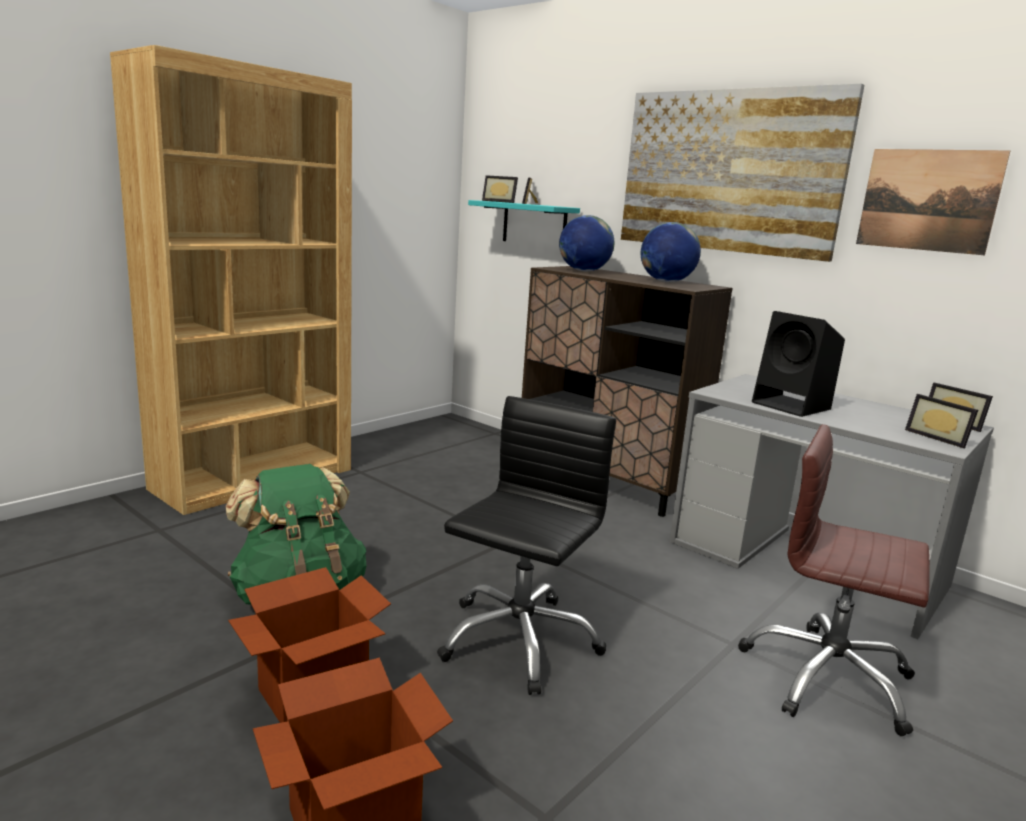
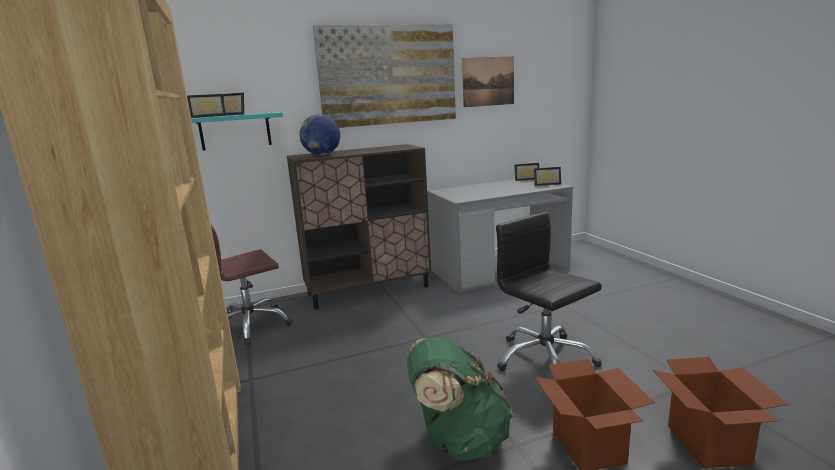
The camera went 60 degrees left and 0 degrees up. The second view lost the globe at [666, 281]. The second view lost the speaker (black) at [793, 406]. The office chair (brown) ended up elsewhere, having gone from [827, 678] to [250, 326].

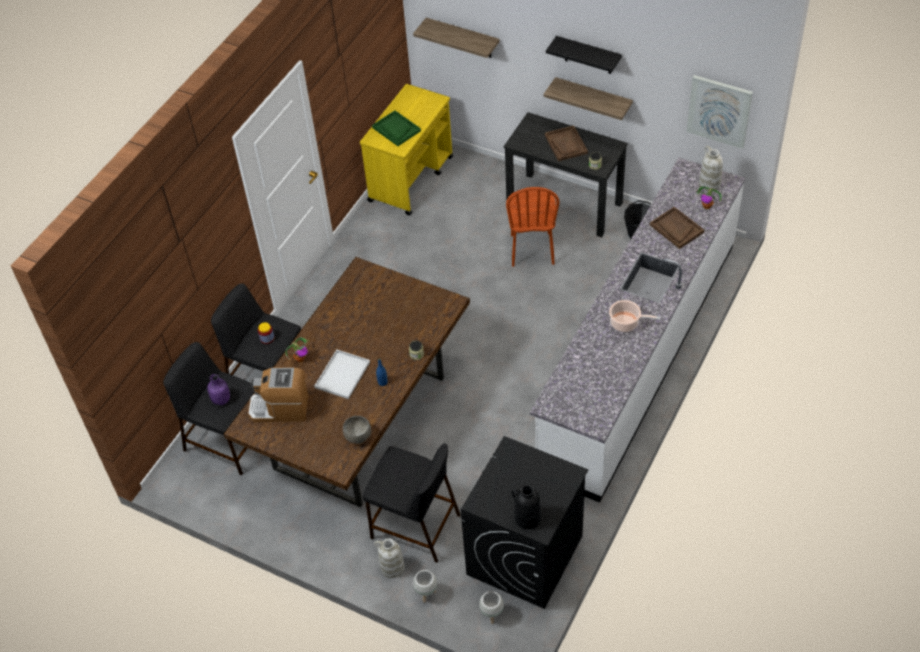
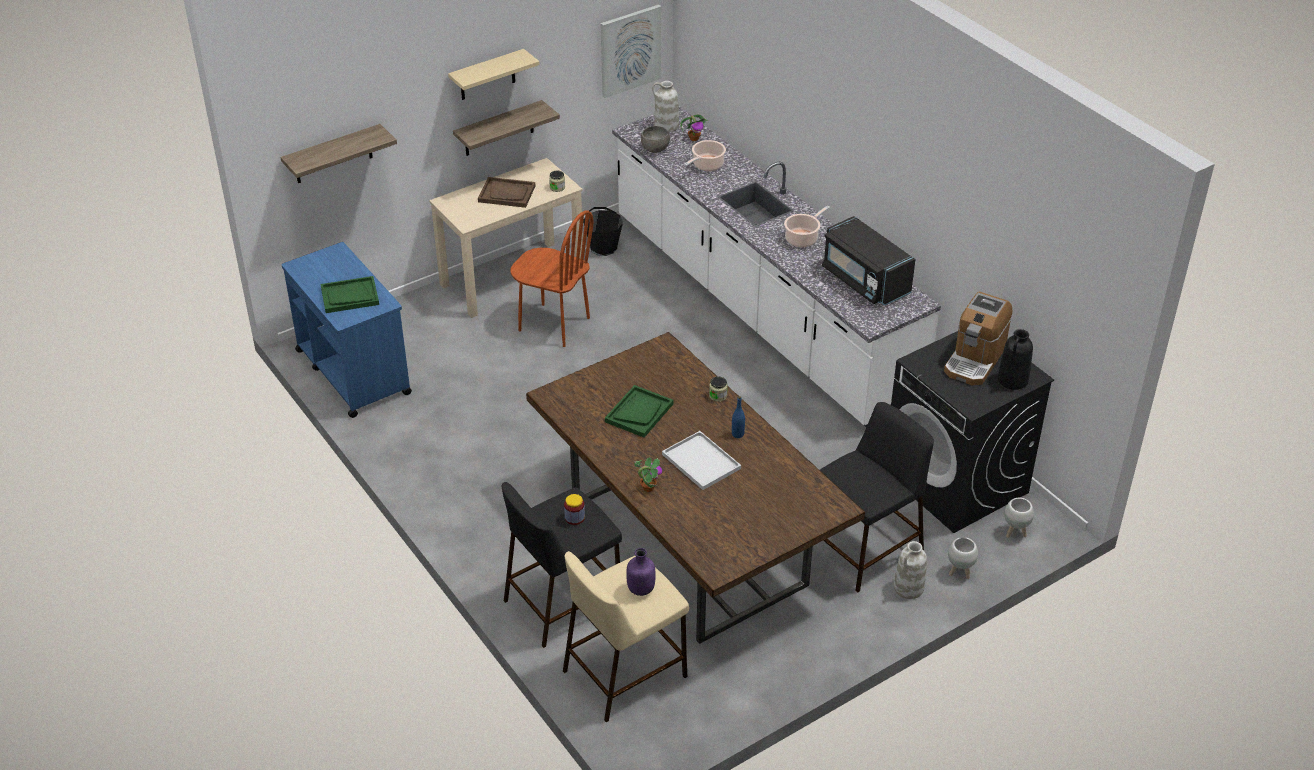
The camera went 65 degrees left and 10 degrees down. What was the shelf (black) at [588, 55] turned into the shelf (beige) at [487, 75]. What was the cart (yellow) at [411, 178] turned into the cart (blue) at [352, 371]. What was the desk (black) at [564, 204] turned into the desk (beige) at [512, 278]. Where the tray (brown) stood at [676, 229], the cooking pot came to stand at [706, 165]. What was the stool (black) at [228, 442] turned into the stool (beige) at [626, 672]. The coffee machine ended up elsewhere, having gone from [280, 408] to [974, 360]. The bowl (grey) ended up elsewhere, having gone from [358, 436] to [655, 149]. The second view gained the microwave (black) at [864, 280]. The second view gained the tray (green) at [639, 413].

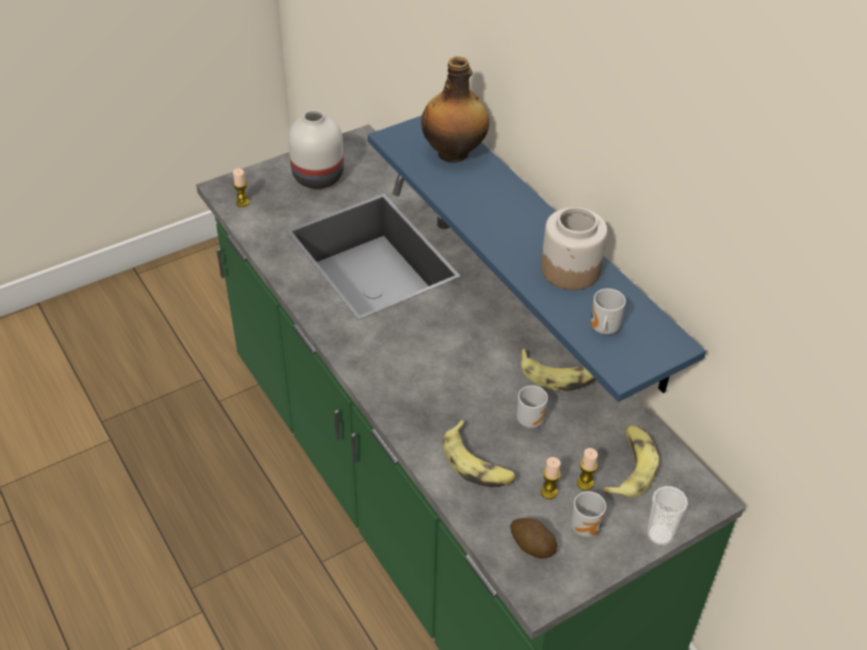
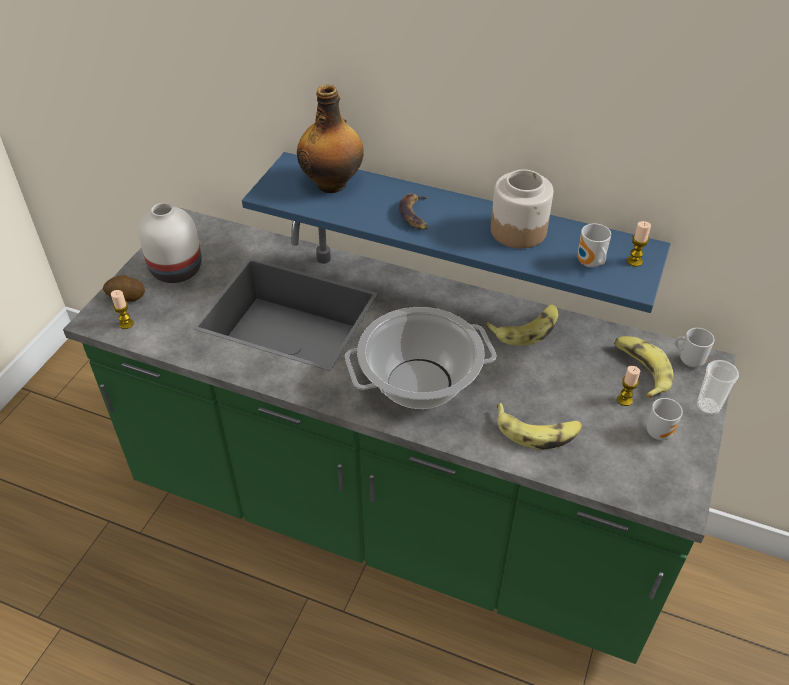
The camera went 35 degrees left and 0 degrees up. The mug ended up elsewhere, having gone from [530, 419] to [689, 360]. The candle ended up elsewhere, having gone from [549, 492] to [634, 261]. The potato ended up elsewhere, having gone from [531, 546] to [126, 297]. The second view gained the banana at [415, 215]. The second view gained the cooking pot at [420, 383].

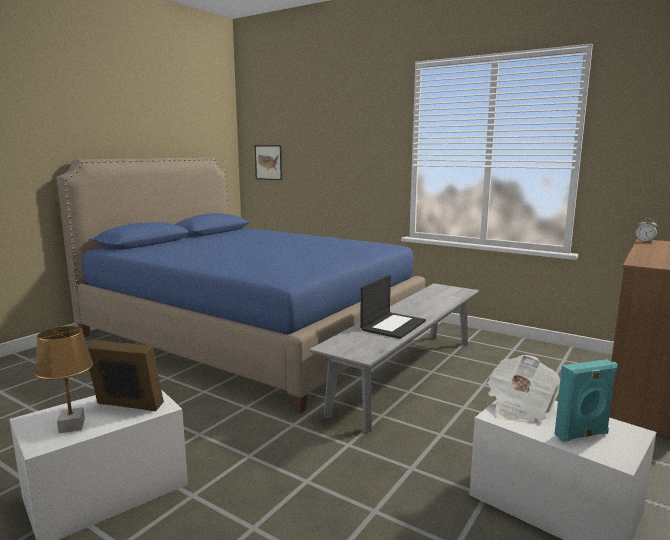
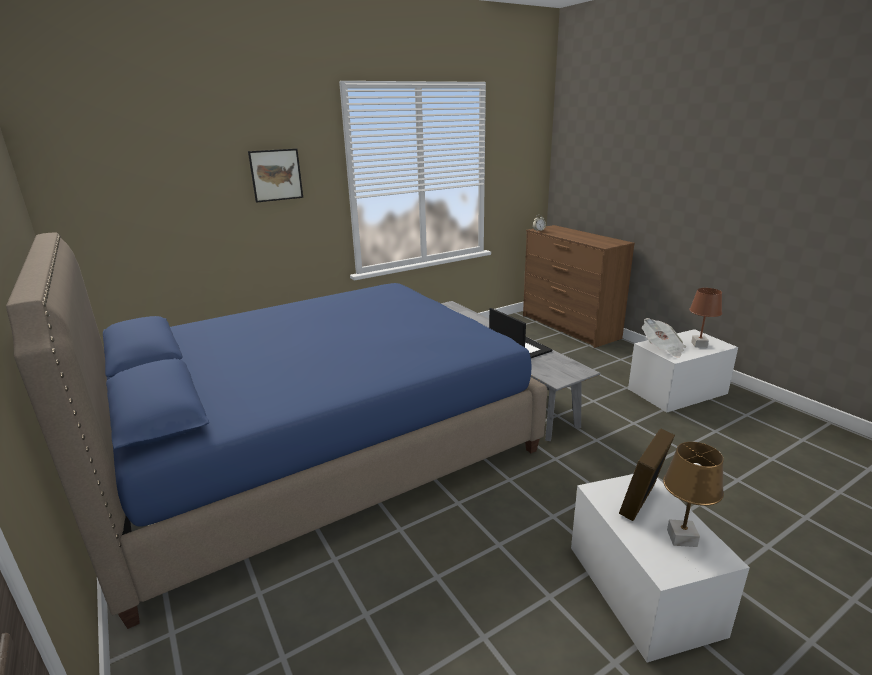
The camera went 65 degrees left and 10 degrees up. The picture ended up elsewhere, having gone from [268, 162] to [276, 175]. Where the speaker (turquoise) stood at [582, 435], the table lamp (brown) came to stand at [698, 344].

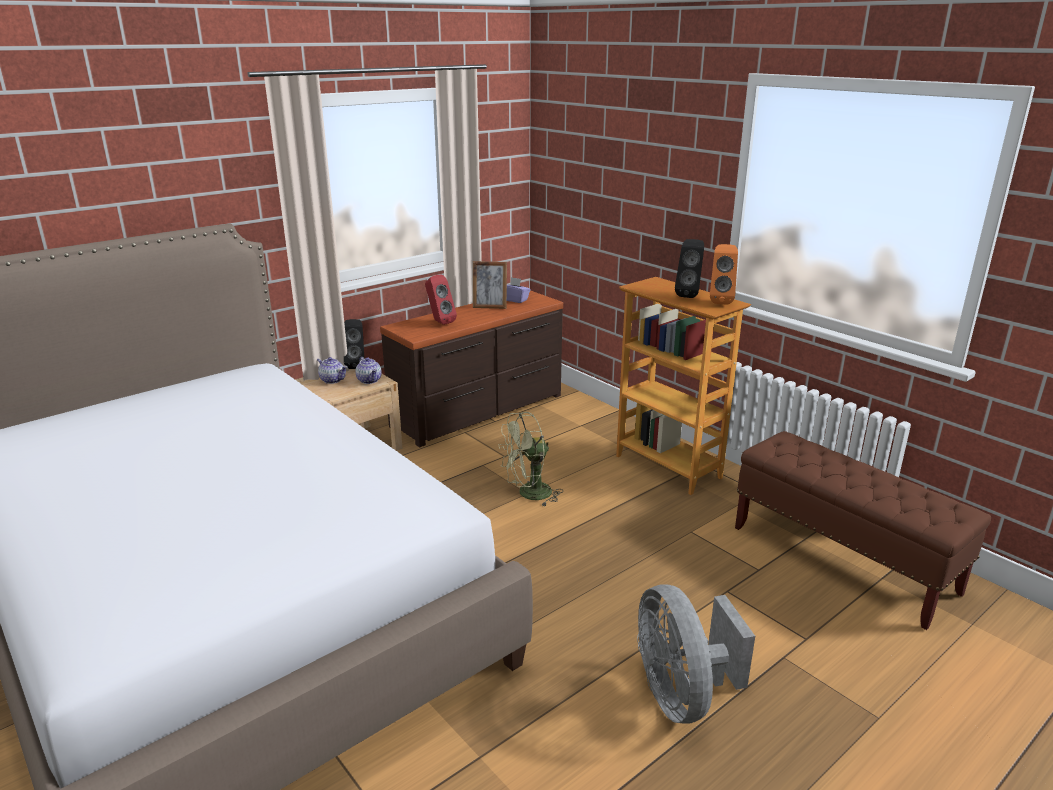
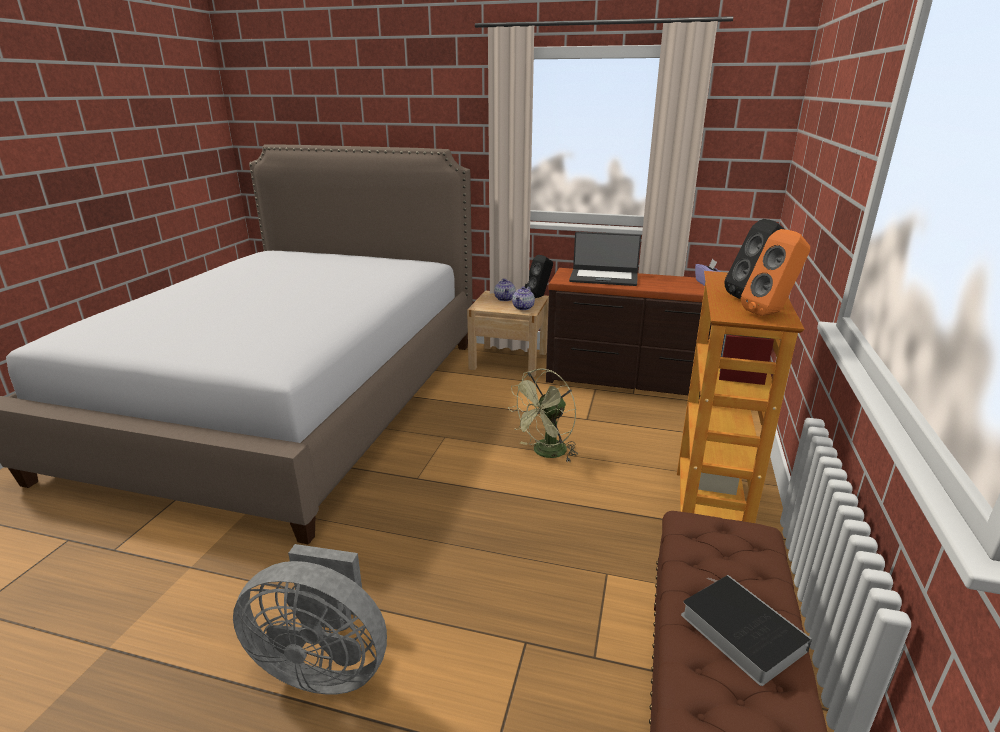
The camera went 55 degrees right and 0 degrees up. The second view lost the picture frame at [490, 306]. Where the speaker (red) stood at [439, 322], the laptop came to stand at [603, 278]. The fan (green) at [528, 494] ended up facing another way, 75 degrees counterclockwise from before. The fan (grey) at [681, 695] ended up facing another way, 120 degrees counterclockwise from before. The second view gained the book at [738, 630].

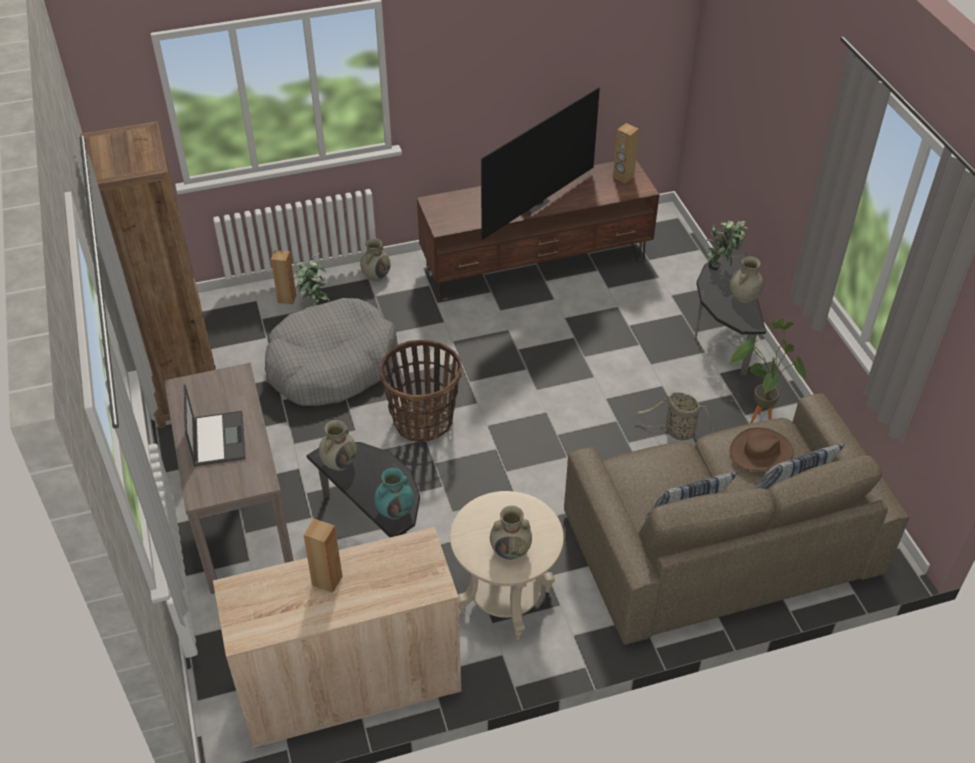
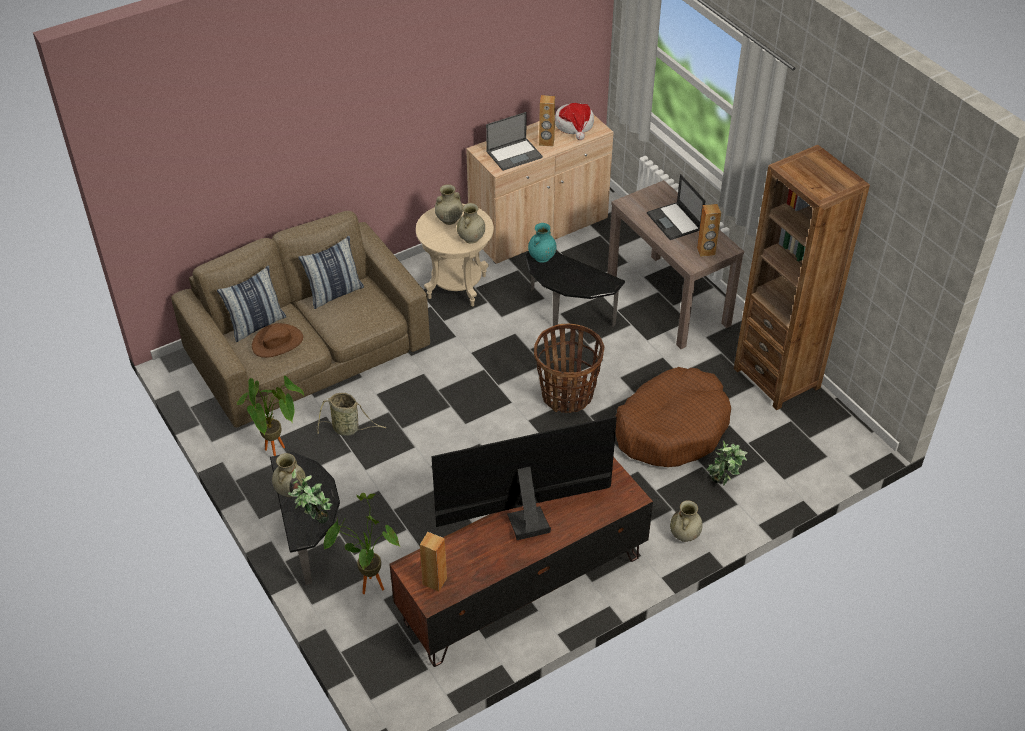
The camera went 165 degrees right and 0 degrees up. The television at [532, 203] ended up facing another way, 45 degrees clockwise from before. The speaker (brown) ended up elsewhere, having gone from [287, 298] to [706, 251]. What was the dog bed (grey) at [331, 365] turned into the dog bed (brown) at [671, 428]. The vase (beige) ended up elsewhere, having gone from [339, 462] to [471, 238]. The second view gained the hat at [574, 125]. The second view gained the laptop at [514, 154]. The second view gained the potted plant at [367, 584].

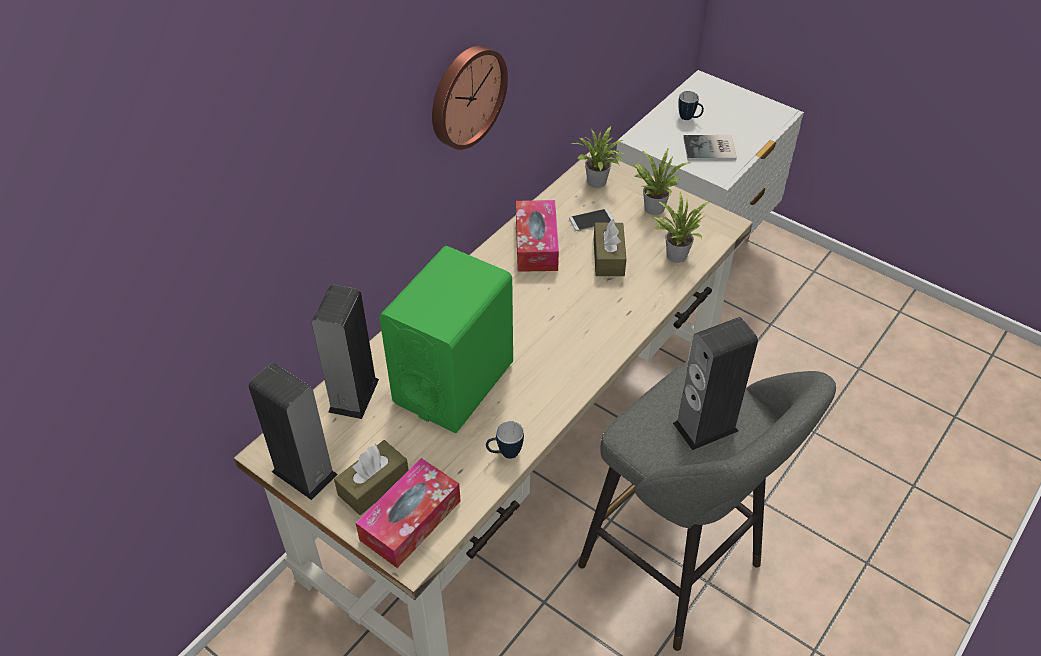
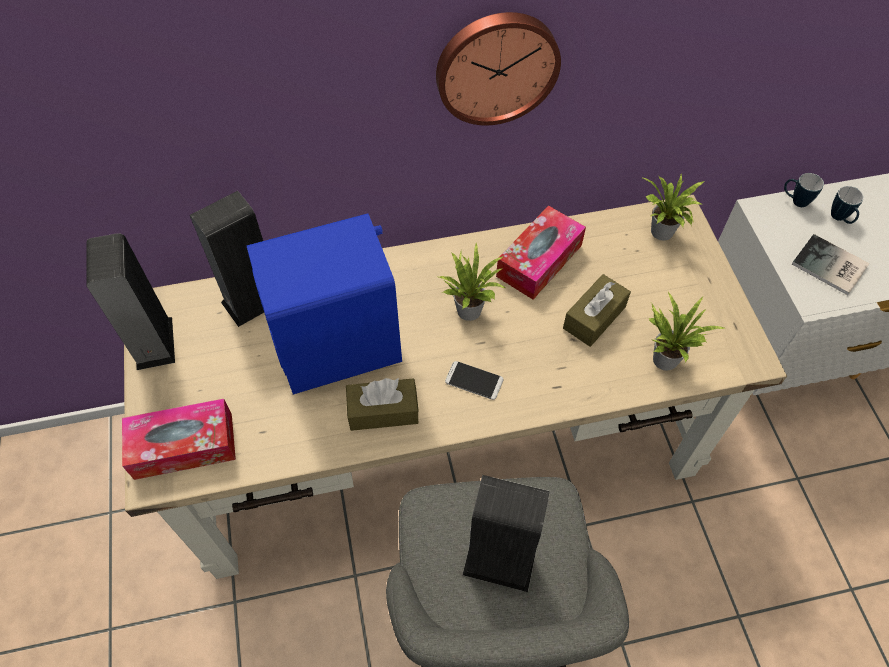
The camera went 40 degrees right and 10 degrees up. The potted plant ended up elsewhere, having gone from [653, 207] to [470, 308]. The phone ended up elsewhere, having gone from [591, 220] to [474, 380]. What was the speaker (green) at [454, 382] turned into the speaker (blue) at [338, 346]. The mug ended up elsewhere, having gone from [504, 453] to [795, 201]. The tissue box (brown) ended up elsewhere, having gone from [373, 485] to [383, 411].

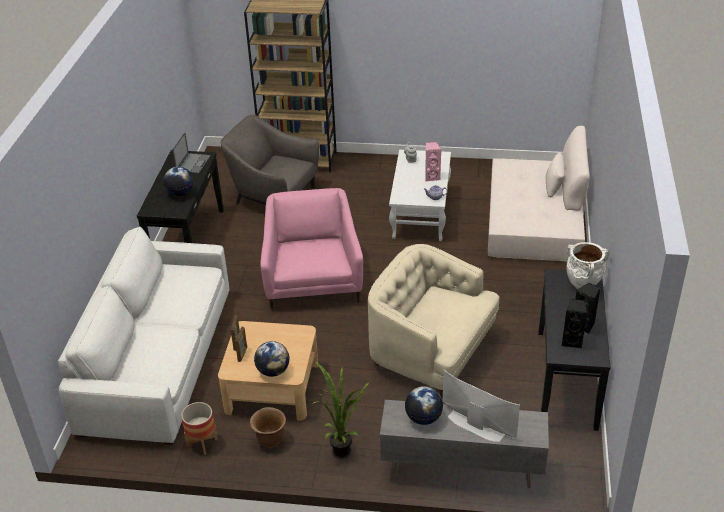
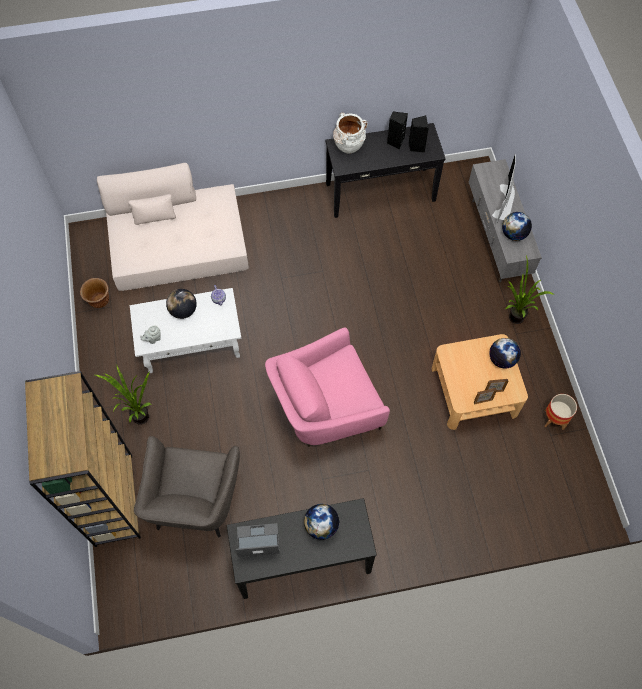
The camera went 110 degrees left and 25 degrees up. Where the speaker (pink) stood at [432, 177], the globe came to stand at [183, 310]. The second view lost the sofa (white) at [157, 360]. The second view lost the armchair (beige) at [431, 351]. The planter (brown) ended up elsewhere, having gone from [270, 440] to [99, 301]. The second view gained the potted plant at [138, 415].

